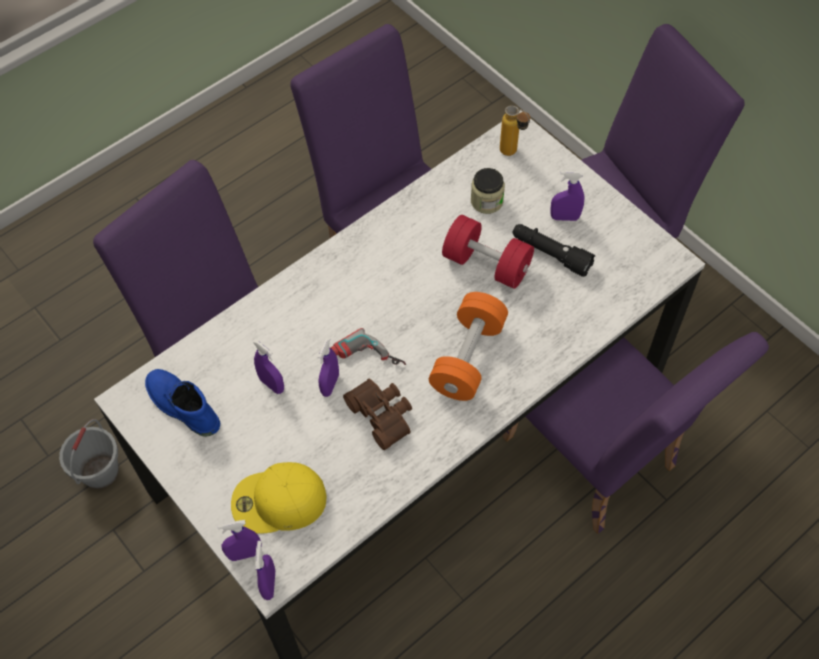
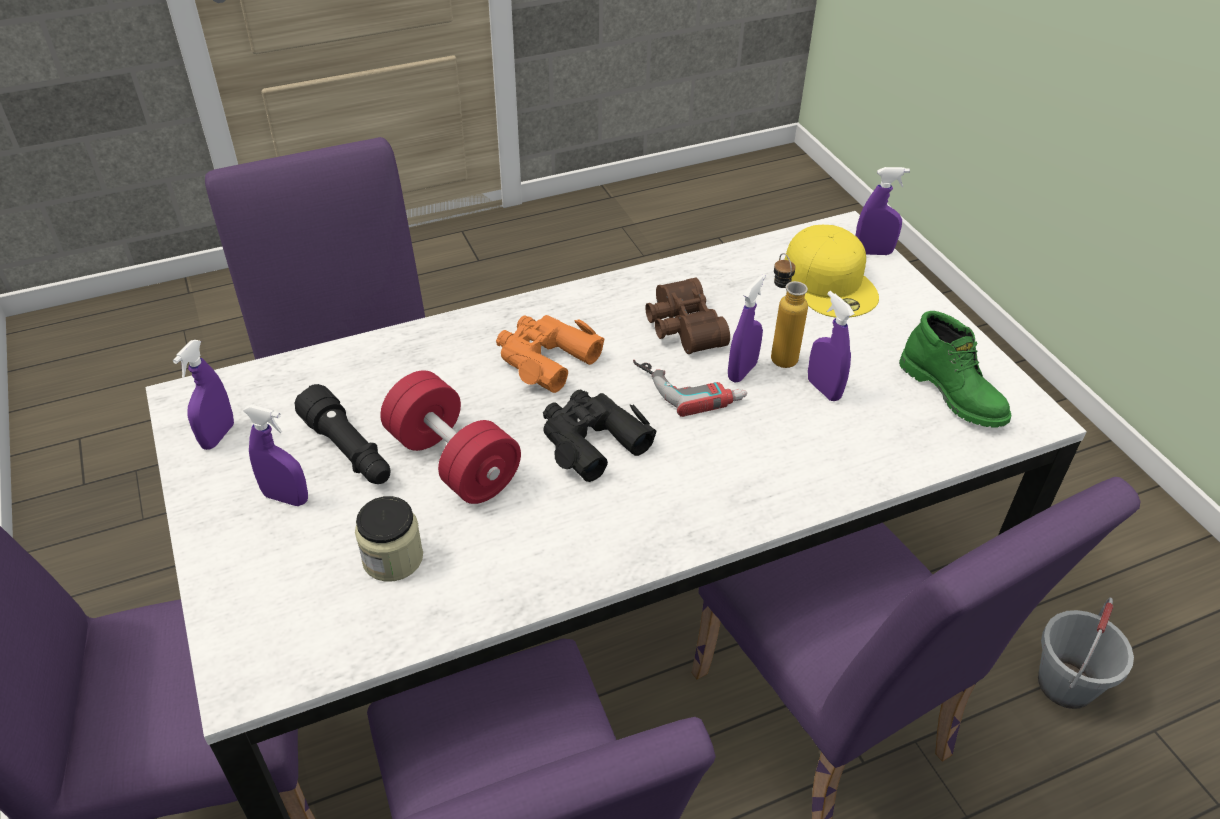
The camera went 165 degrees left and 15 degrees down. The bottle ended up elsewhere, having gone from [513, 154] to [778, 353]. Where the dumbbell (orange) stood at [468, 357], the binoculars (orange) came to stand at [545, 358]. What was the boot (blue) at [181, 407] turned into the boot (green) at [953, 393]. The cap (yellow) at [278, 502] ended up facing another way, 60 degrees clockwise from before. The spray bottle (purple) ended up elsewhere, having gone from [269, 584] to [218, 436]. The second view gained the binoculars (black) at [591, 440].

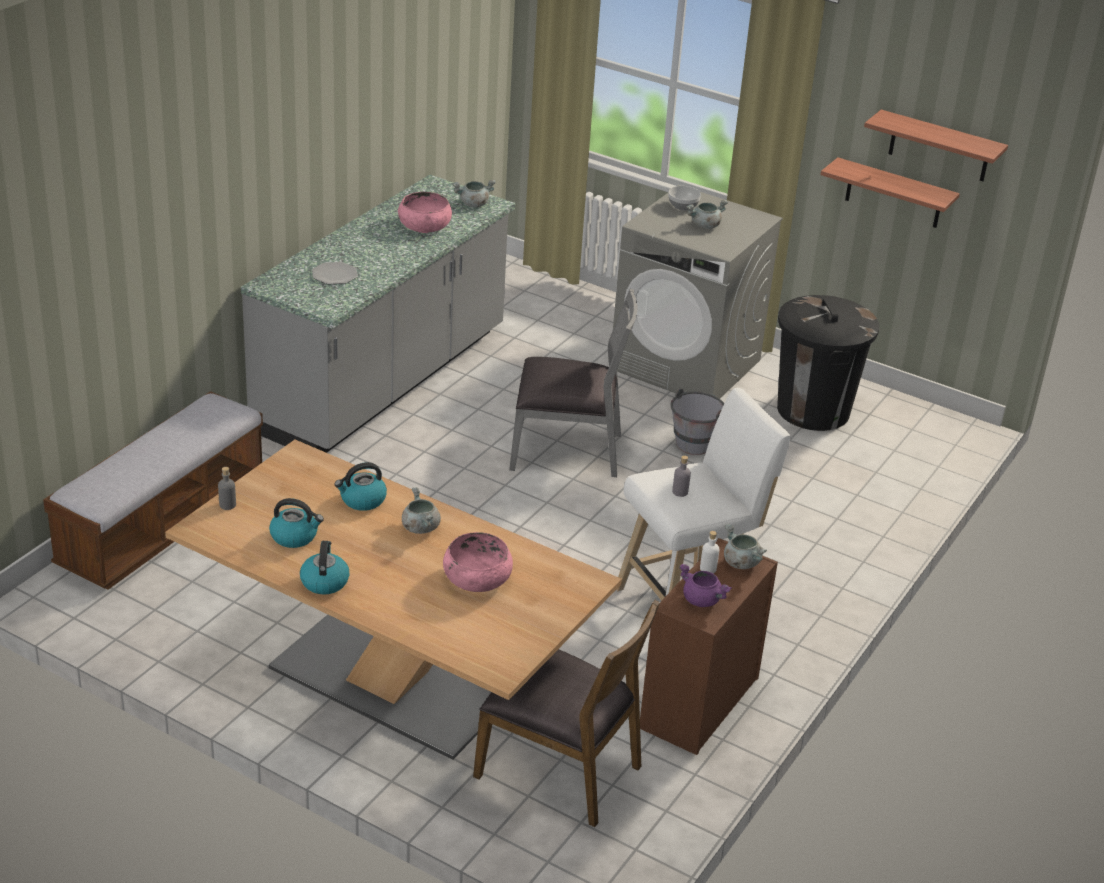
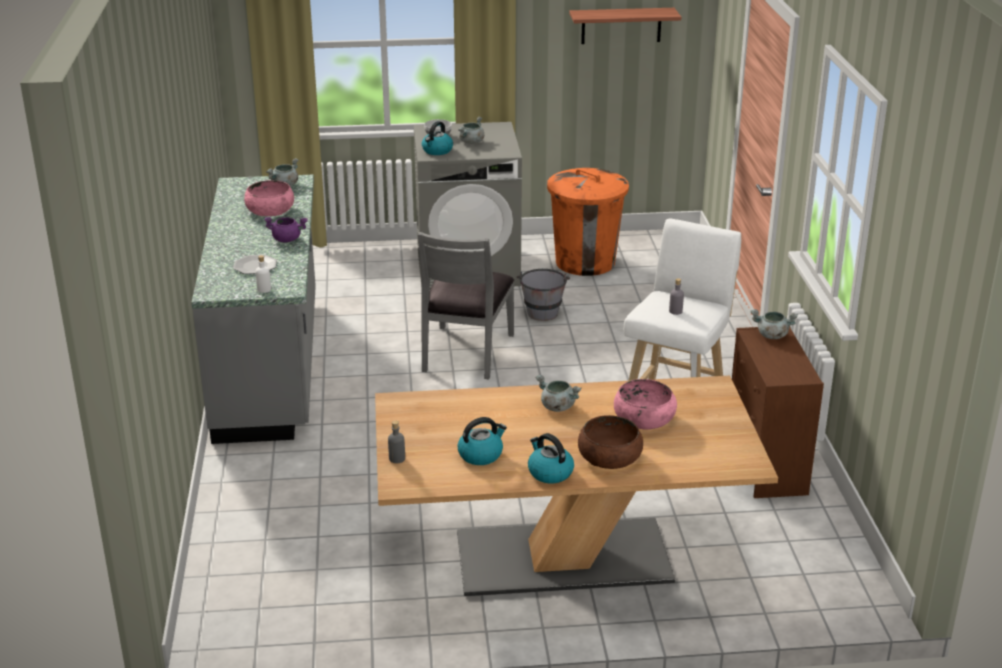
The camera went 35 degrees left and 5 degrees down. The second view lost the shelf at [894, 194]. The chair (grey) at [567, 450] ended up facing another way, 135 degrees clockwise from before. What was the trash can (black) at [813, 410] turned into the trash can (orange) at [585, 262]. The second view lost the bench at [163, 523]. The kettle ended up elsewhere, having gone from [362, 500] to [437, 151]. The bottle (white) ended up elsewhere, having gone from [708, 568] to [264, 289]. The cooking pot (purple) ended up elsewhere, having gone from [702, 600] to [287, 239]. The second view lost the chair (brown) at [560, 770]. The second view gained the bowl (brown) at [609, 457].

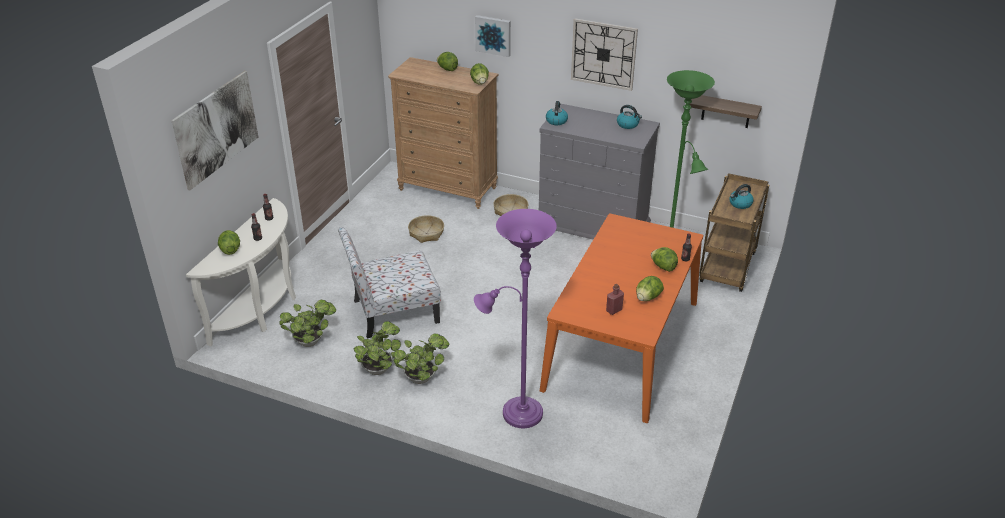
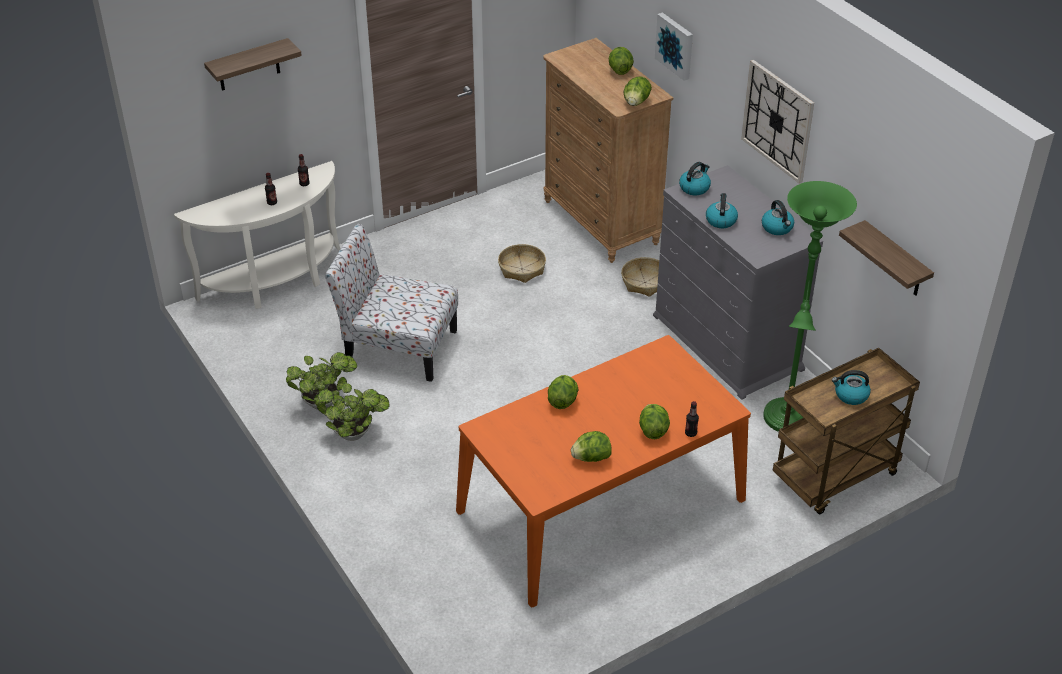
The camera went 35 degrees right and 5 degrees up. Where the picture hung at [216, 129], the shelf came to hang at [248, 65]. The second view lost the floor lamp (purple) at [517, 412]. The lettuce ended up elsewhere, having gone from [230, 250] to [562, 401]. The second view lost the bottle (red) at [614, 310]. The second view lost the potted plant at [311, 341]. The second view gained the kettle at [721, 220].

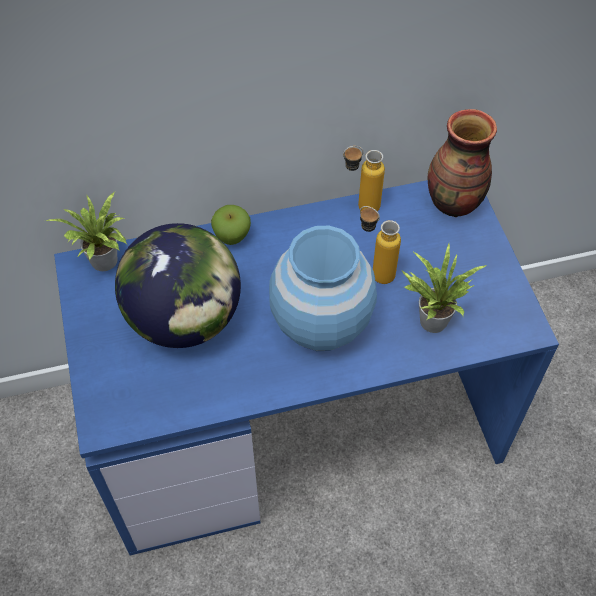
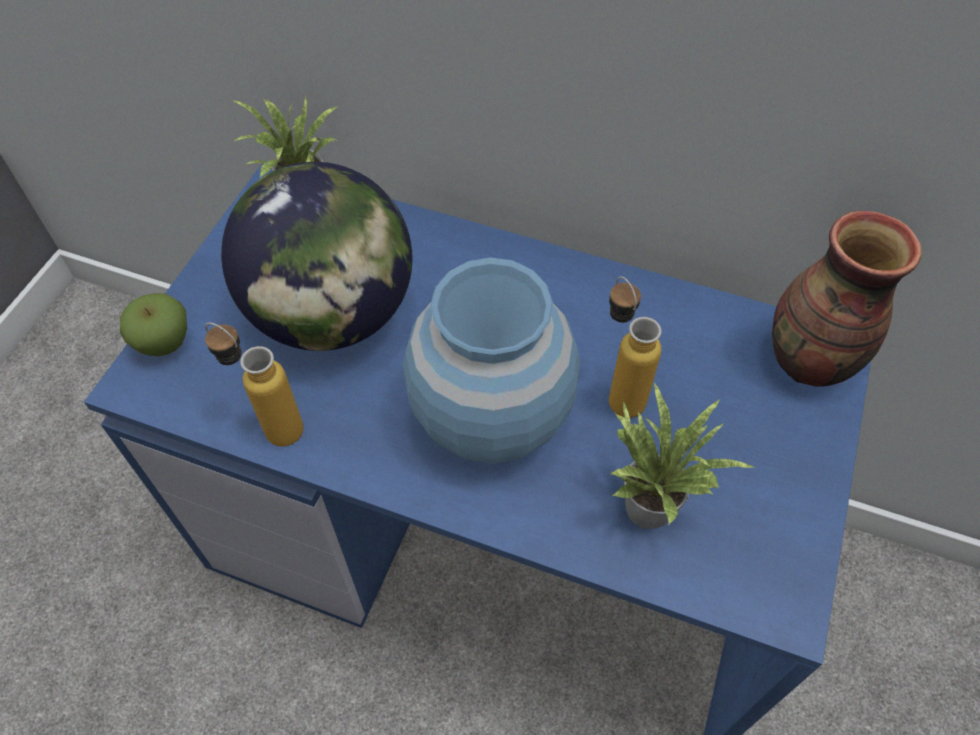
The camera went 35 degrees right and 0 degrees up. The bottle ended up elsewhere, having gone from [359, 207] to [271, 425]. The apple ended up elsewhere, having gone from [232, 237] to [165, 344].

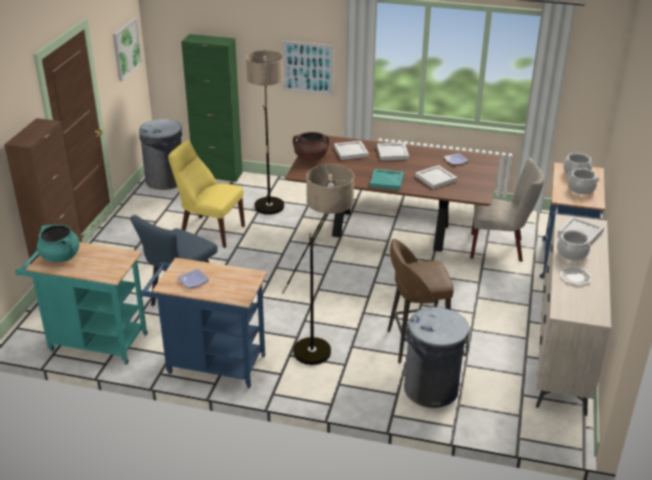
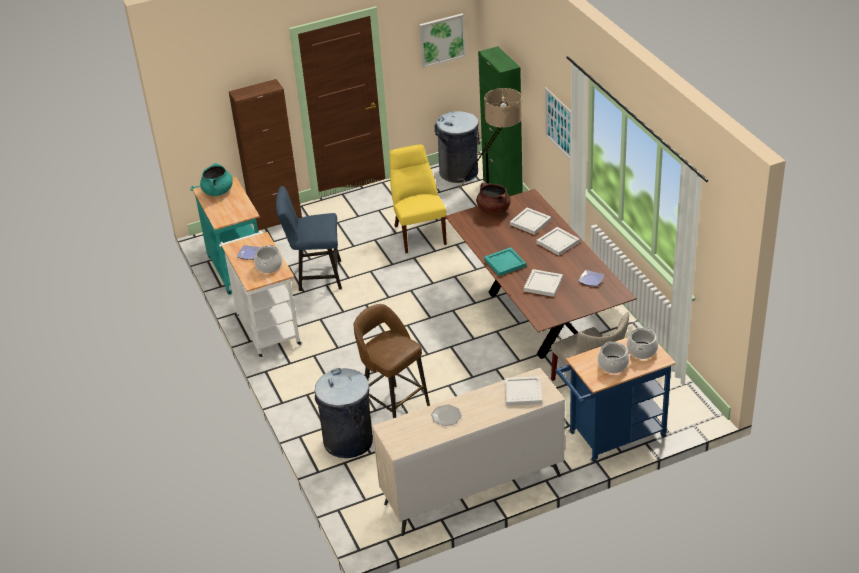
The camera went 55 degrees right and 5 degrees up. The second view lost the floor lamp at [321, 344]. The cooking pot ended up elsewhere, having gone from [571, 253] to [268, 266]. What was the cart (blue) at [210, 364] turned into the cart (white) at [266, 327].

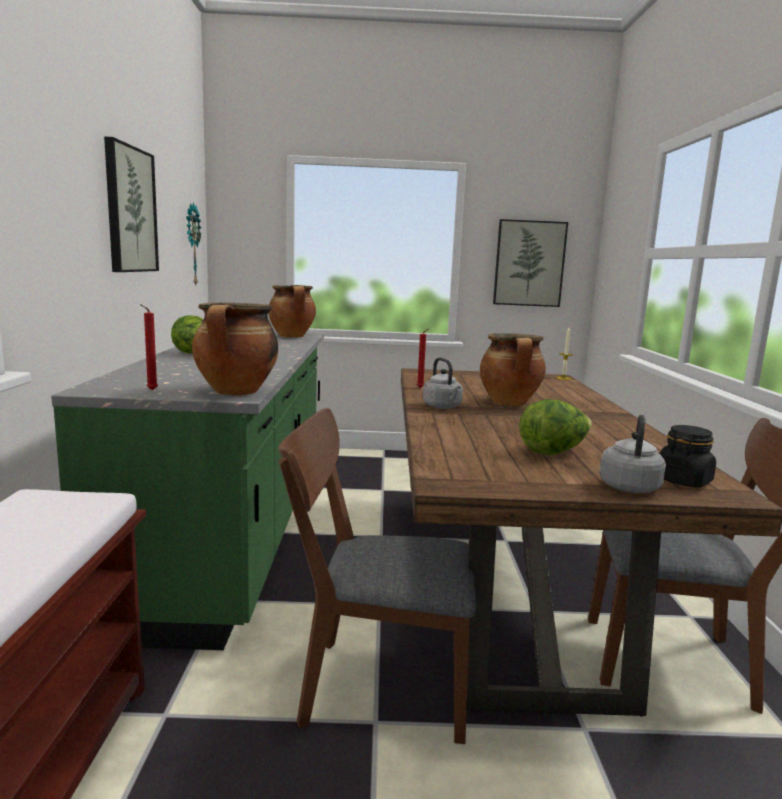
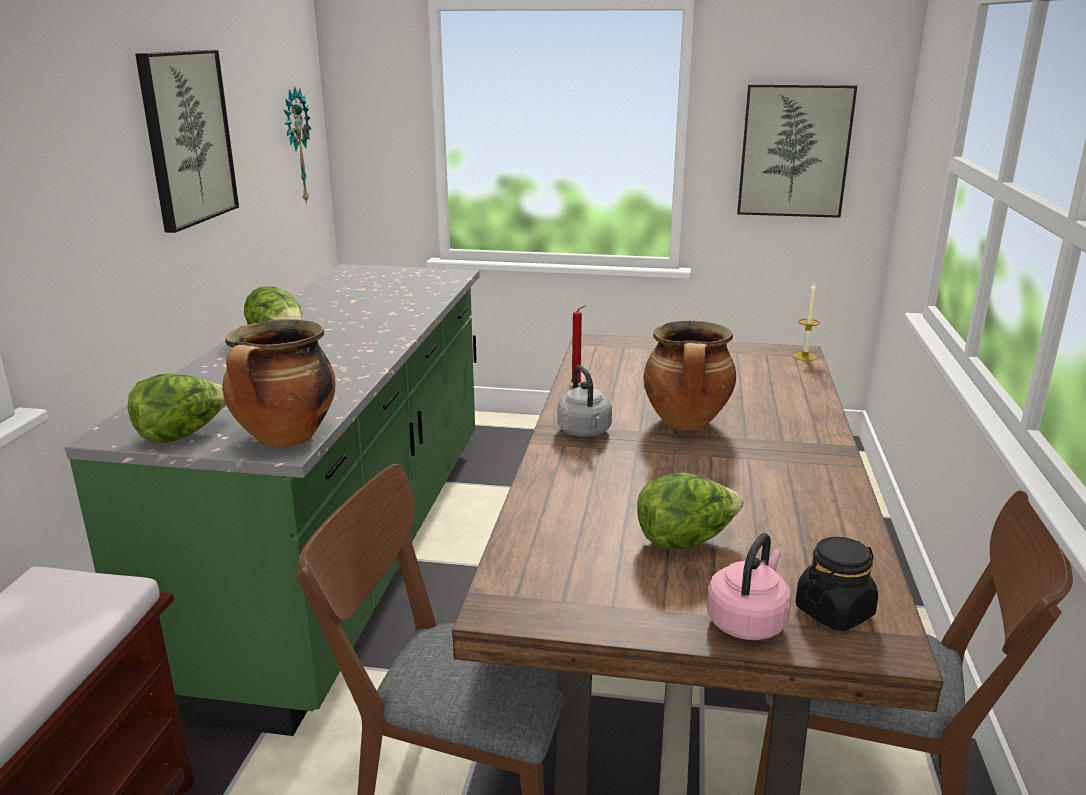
The camera went 10 degrees right and 10 degrees up. The second view lost the cooking pot at [292, 336]. Where the candle (red) stood at [150, 390], the lettuce came to stand at [183, 435]. What was the kettle (grey) at [629, 486] turned into the kettle (pink) at [748, 621].

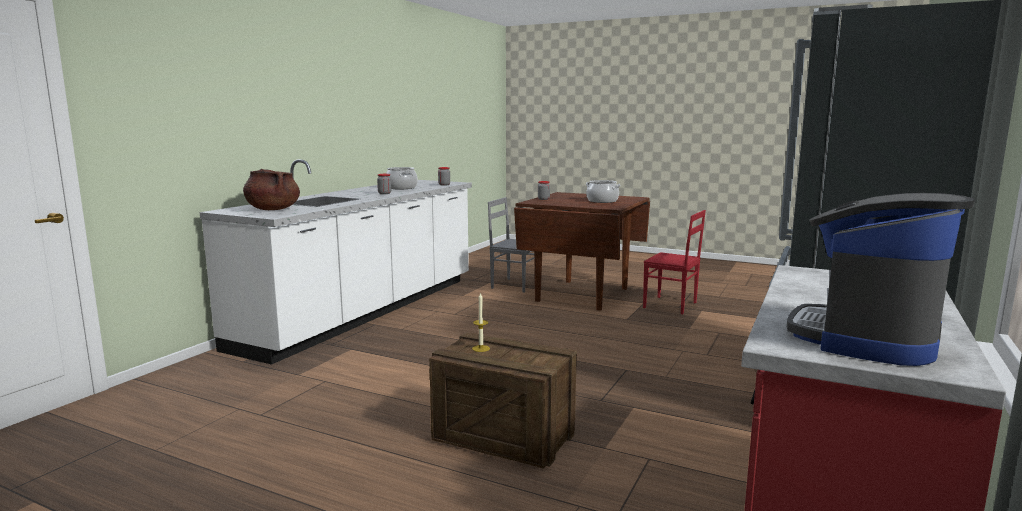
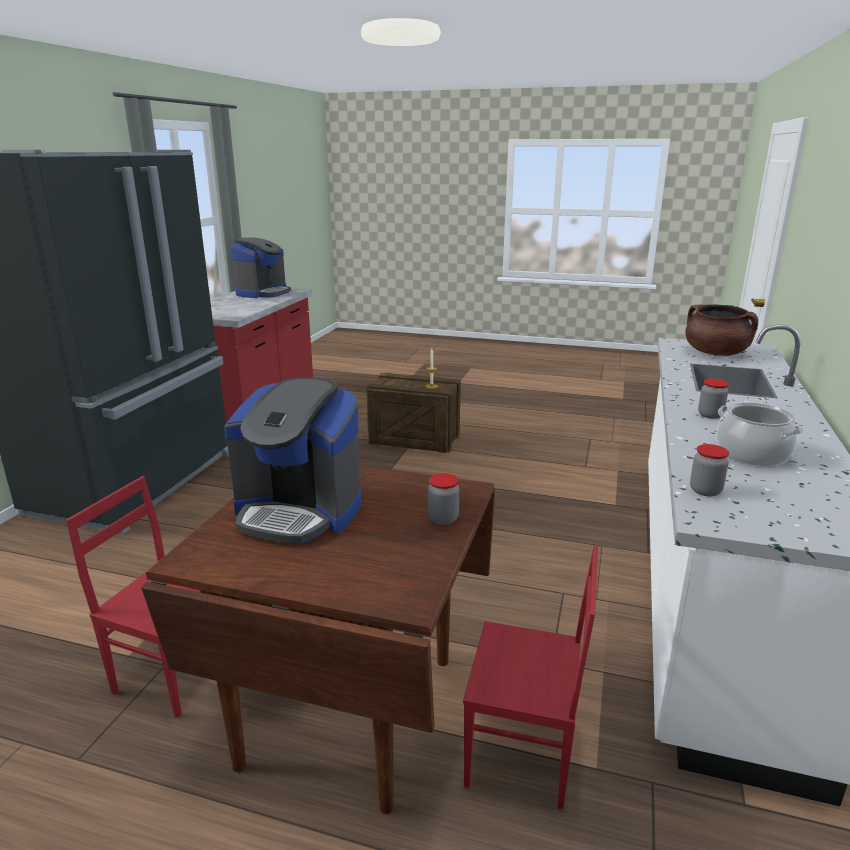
The camera went 170 degrees right and 10 degrees up. Where the cooking pot stood at [602, 201], the coffee machine came to stand at [299, 512]. What was the chair (grey) at [515, 285] turned into the chair (red) at [522, 755].

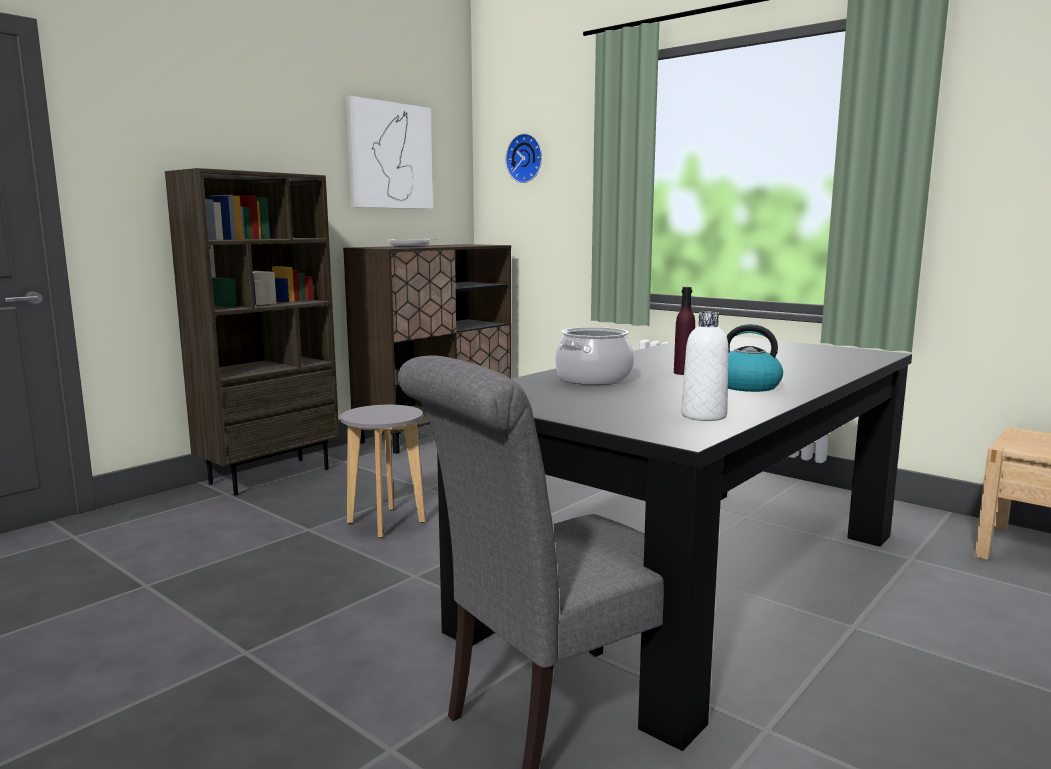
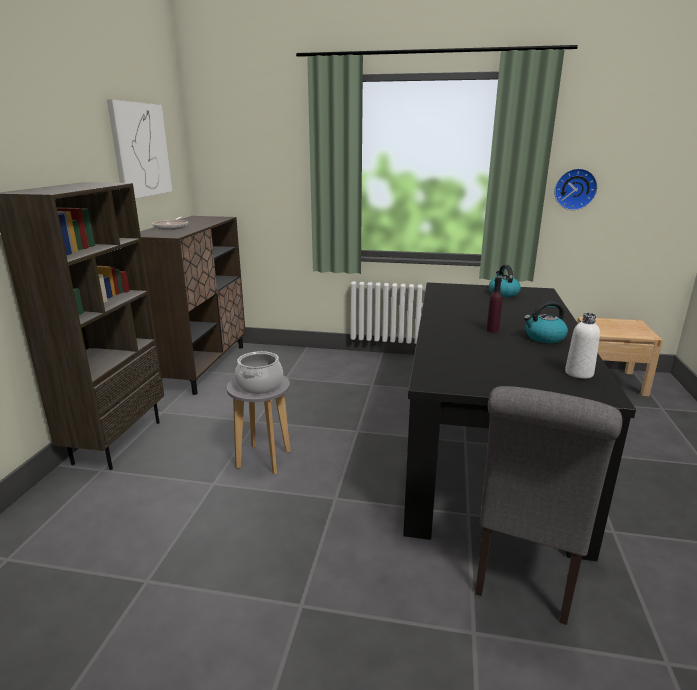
The camera went 30 degrees left and 10 degrees up. The wall clock ended up elsewhere, having gone from [526, 158] to [574, 189]. The cooking pot ended up elsewhere, having gone from [593, 379] to [259, 385]. The second view gained the kettle at [503, 293].

